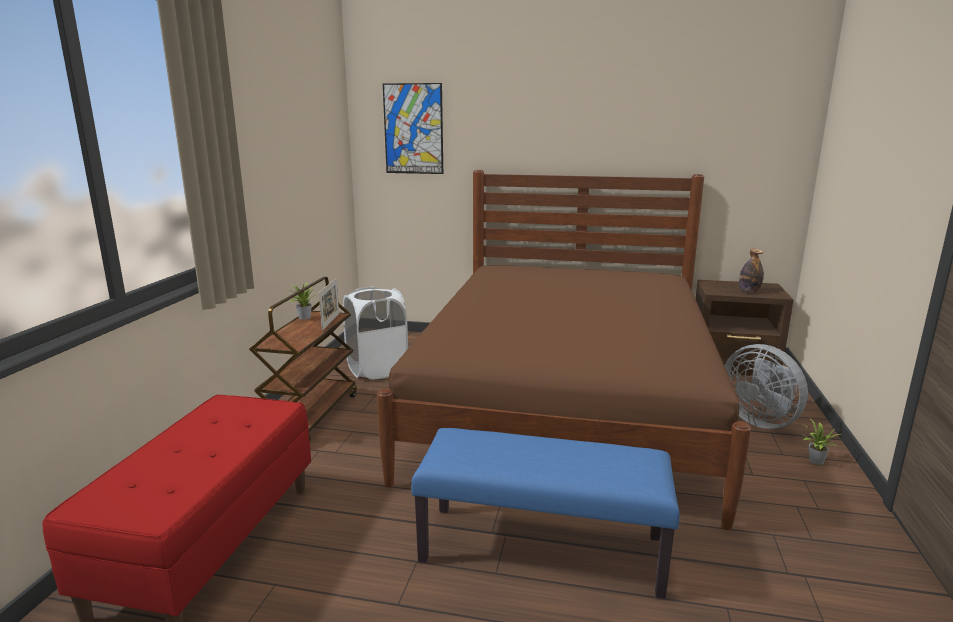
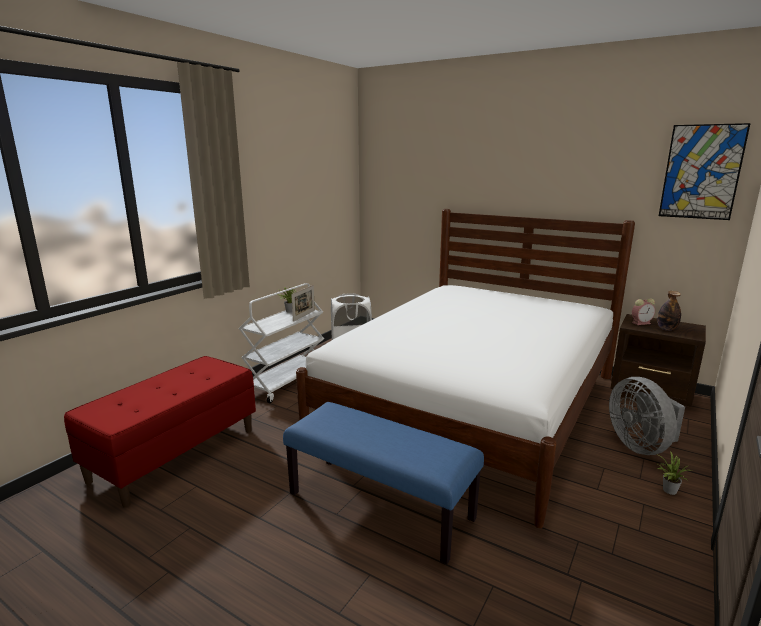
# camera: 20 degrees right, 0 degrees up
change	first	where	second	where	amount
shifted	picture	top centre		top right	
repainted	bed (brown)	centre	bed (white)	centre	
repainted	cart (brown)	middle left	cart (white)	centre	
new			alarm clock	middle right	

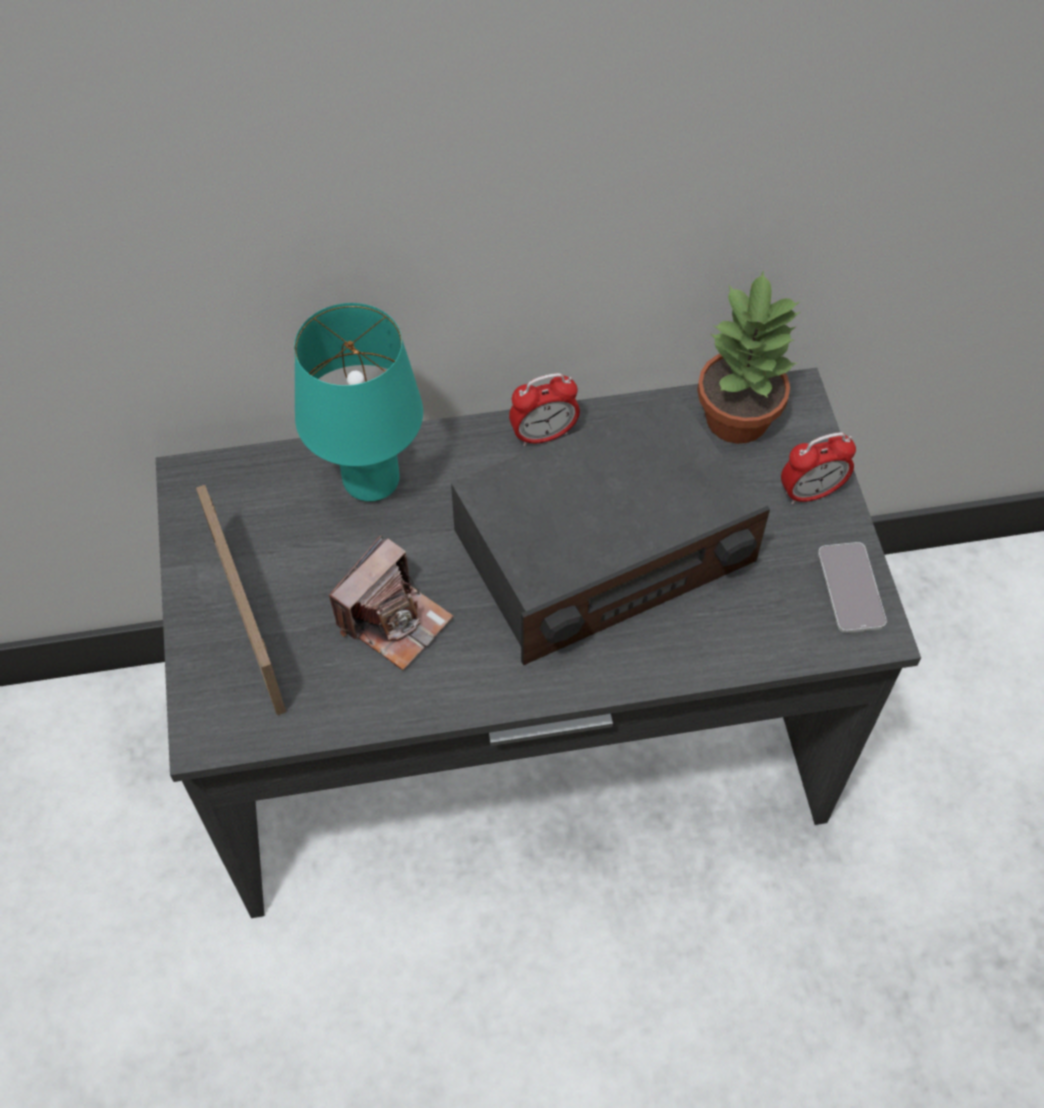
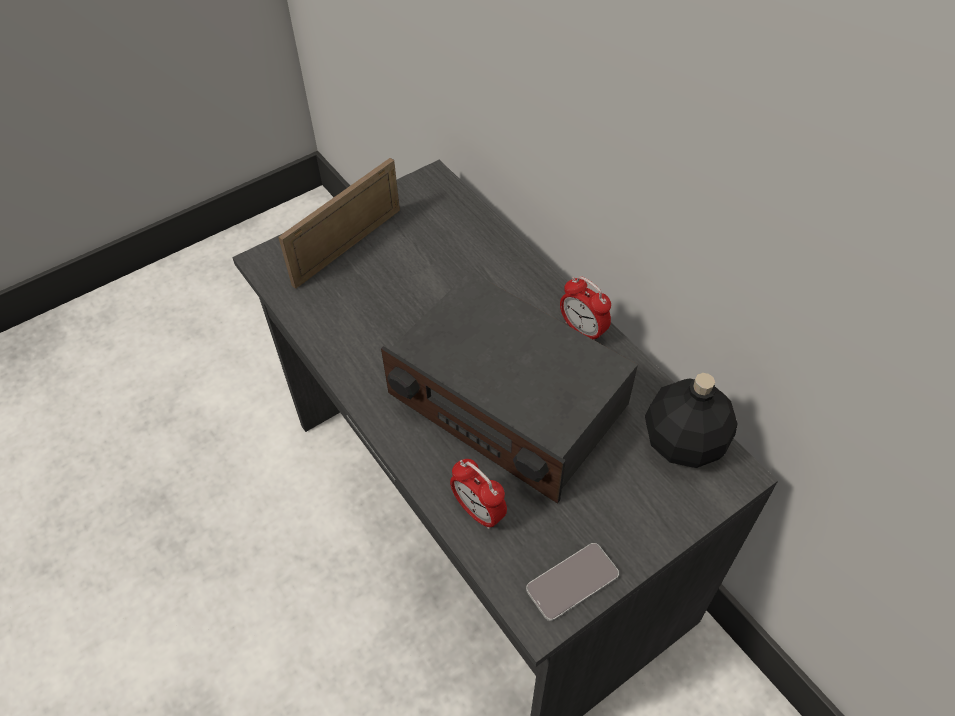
# camera: 65 degrees right, 5 degrees down
change	first	where	second	where	amount
swapped	potted plant	top right	bottle (black)	middle right	
gone	table lamp (turquoise)	centre			
shifted	alarm clock (no. 2 from left in the first image)	middle right	alarm clock (no. 1 from left)	bottom centre	
gone	photo camera	centre			

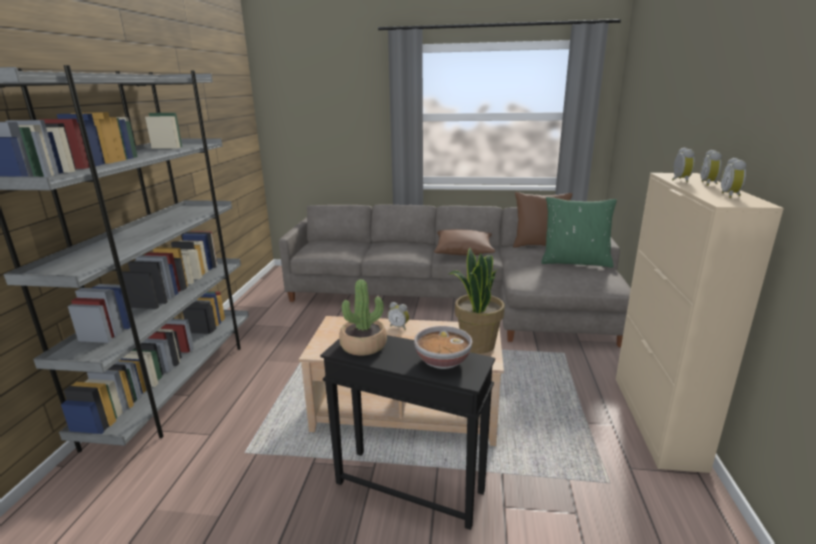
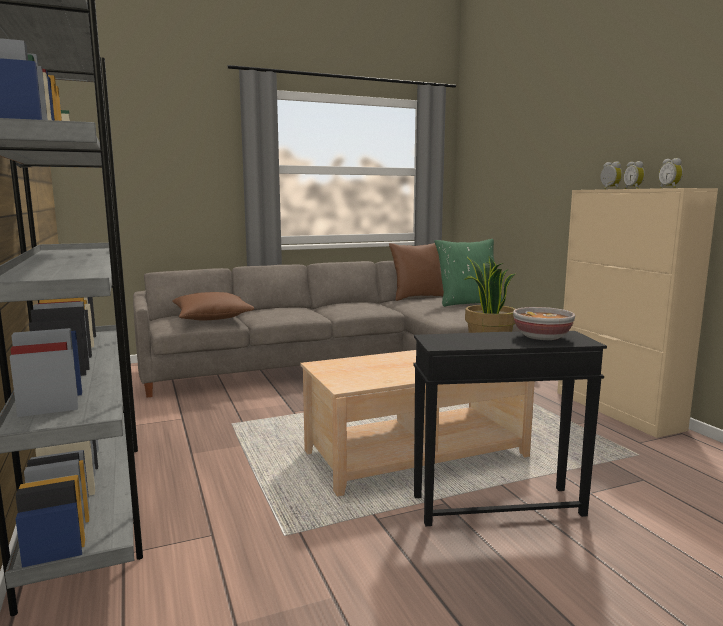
# camera: 30 degrees left, 10 degrees down
change	first	where	second	where	amount
shifted	pillow (brown) (no. 1 from left)	centre		middle left	
gone	potted plant (no. 1 from left)	centre			
gone	alarm clock (no. 1 from left)	centre			

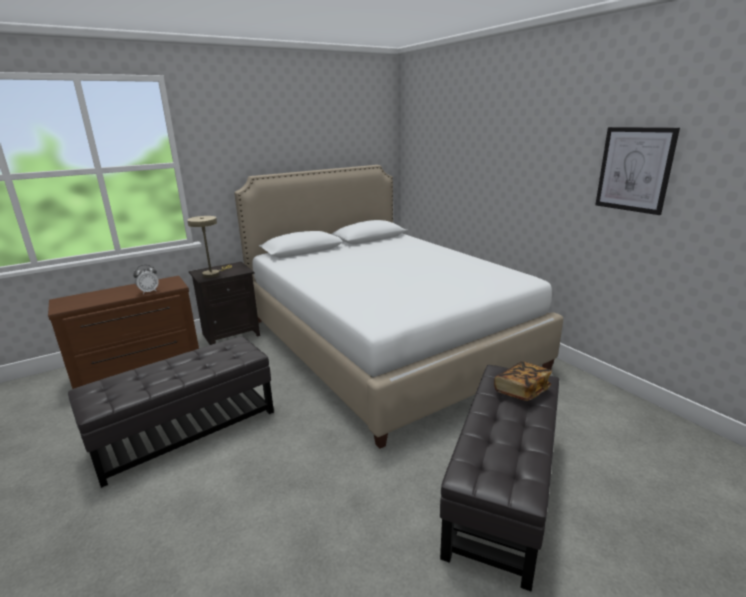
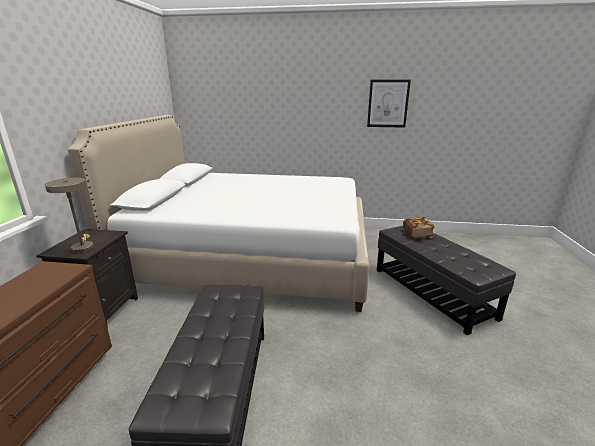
# camera: 50 degrees left, 0 degrees up
change	first	where	second	where	amount
gone	alarm clock	middle left			

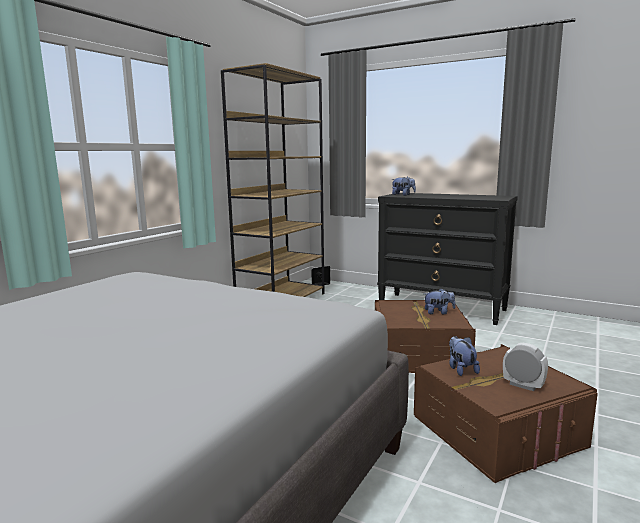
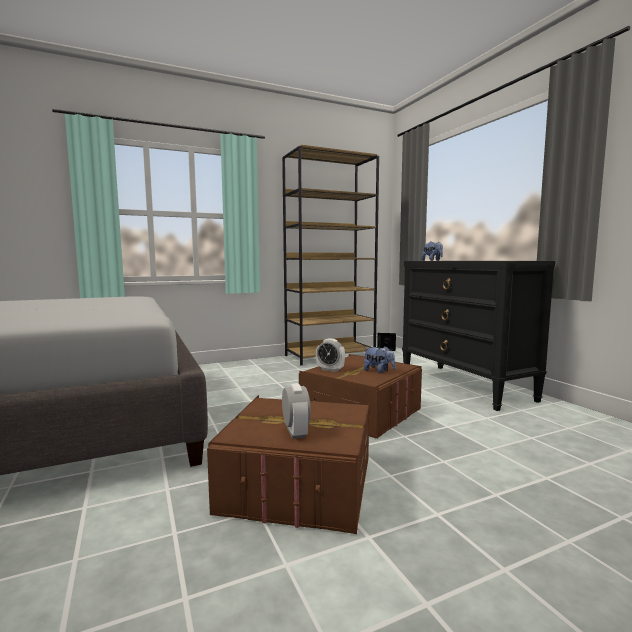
# camera: 35 degrees right, 5 degrees down
change	first	where	second	where	amount
gone	plush toy (no. 3 from left)	bottom right			
new			alarm clock (no. 2 from left)	centre	

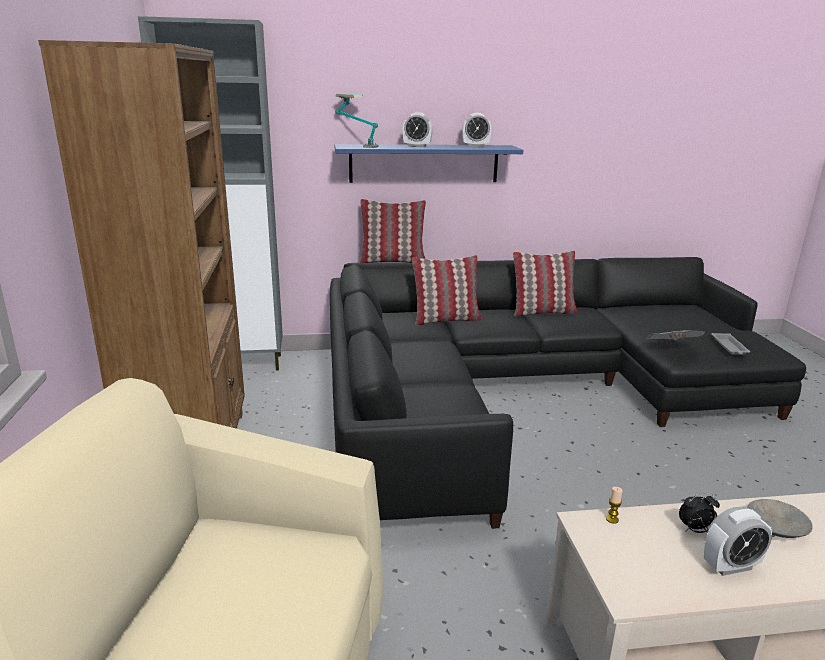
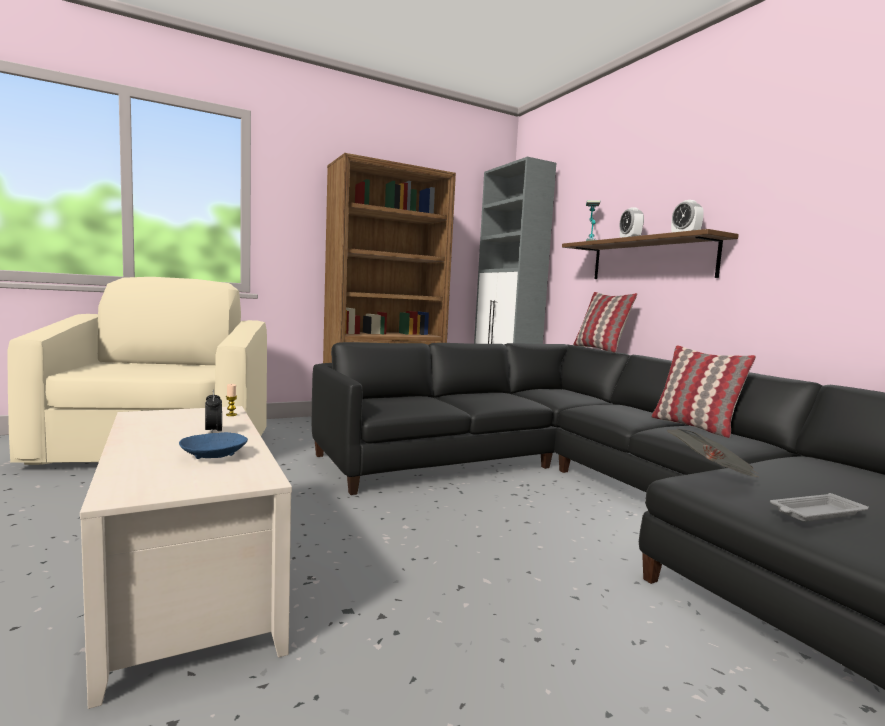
# camera: 70 degrees right, 15 degrees down
change	first	where	second	where	amount
repainted	shelf (blue)	top centre	shelf (brown)	middle right	
gone	pillow (no. 2 from left)	centre			
repainted	bowl (grey)	bottom right	bowl (blue)	middle left	
gone	alarm clock (no. 4 from left)	bottom right			

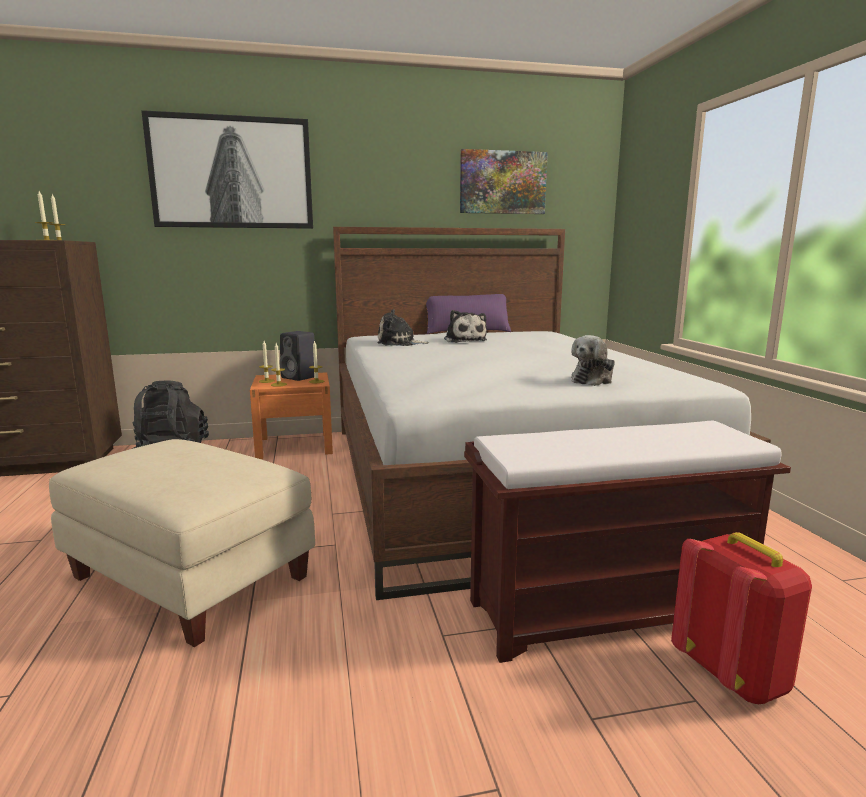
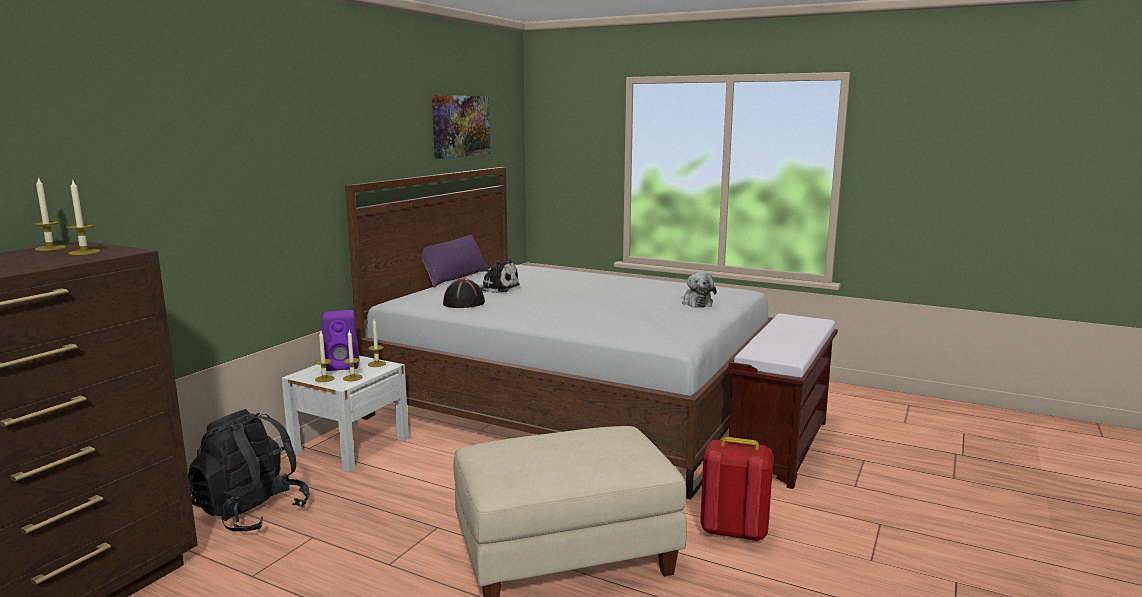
# camera: 50 degrees left, 0 degrees up
change	first	where	second	where	amount
gone	picture (no. 1 from left)	top left			
swapped	plush toy (no. 1 from left)	centre	hat (black)	centre	
repainted	speaker (black)	centre	speaker (purple)	middle left	
repainted	nightstand (orange)	centre	nightstand (white)	bottom left	
shifted	backpack (red)	bottom right		bottom centre	

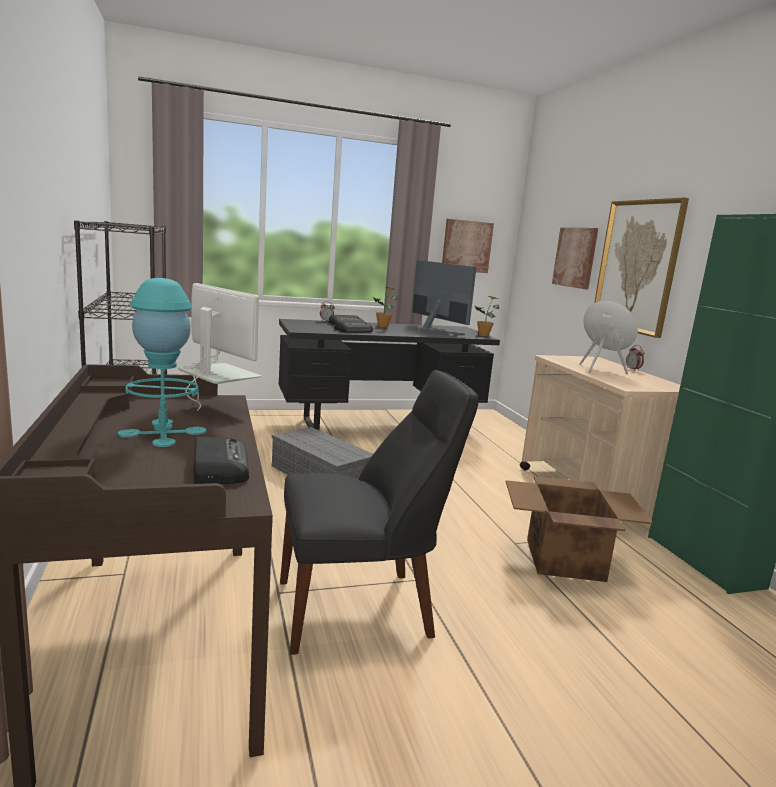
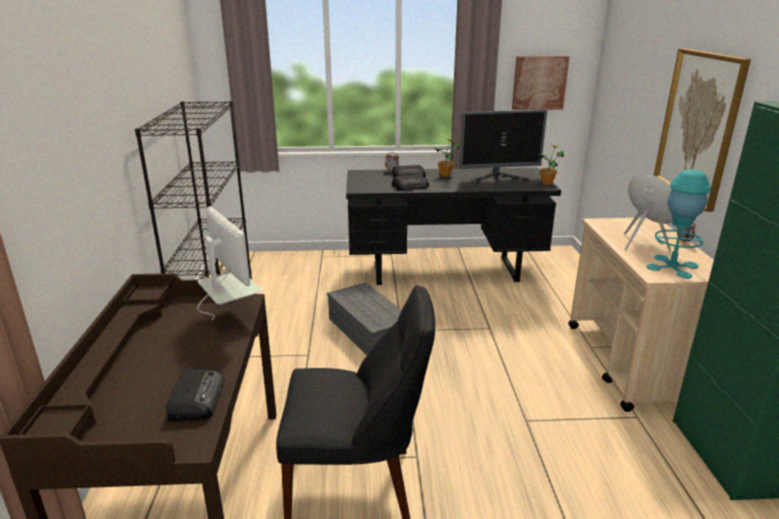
# camera: 15 degrees right, 10 degrees up
change	first	where	second	where	amount
gone	picture (no. 2 from left)	top right			
rotated	monitor (no. 2 from left)	centre		top centre	105 degrees clockwise
shifted	table lamp (turquoise)	middle left		middle right	
gone	cardboard box	bottom right			

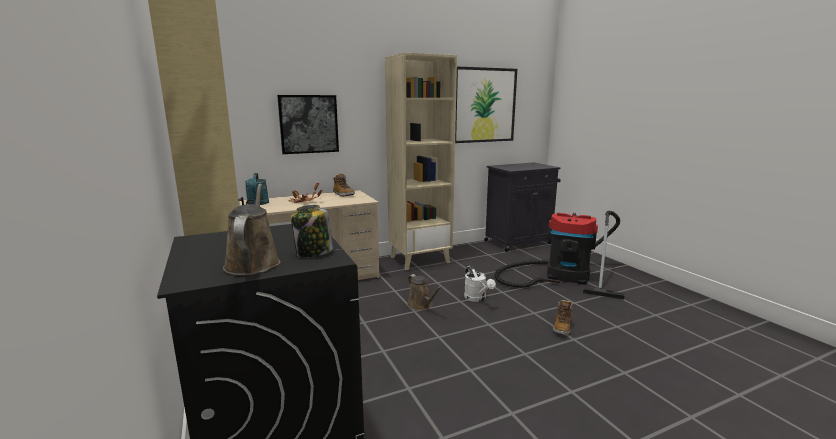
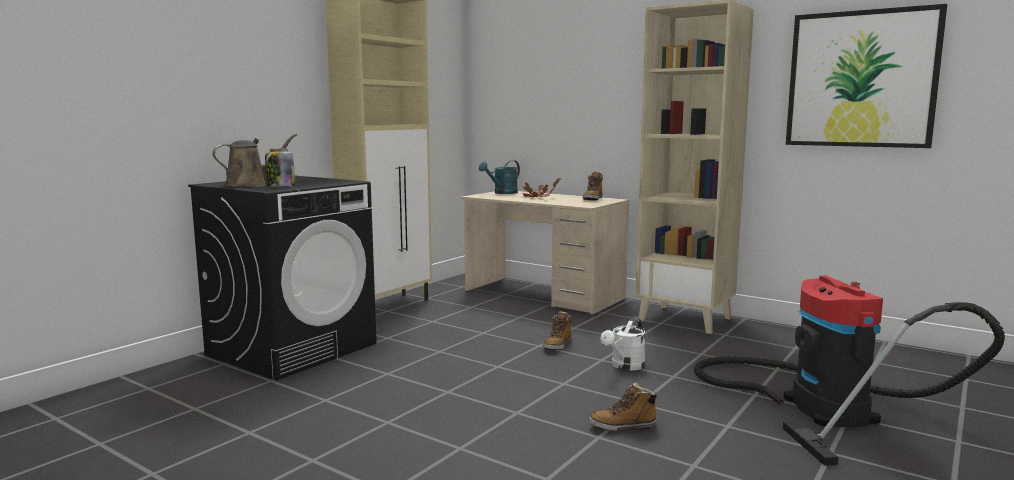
# camera: 60 degrees right, 5 degrees down
change	first	where	second	where	amount
gone	picture (no. 1 from left)	top centre			
gone	cabinet (black)	centre			
swapped	watering can (brown) (no. 2 from left)	centre	boot (no. 1 from left)	bottom centre	

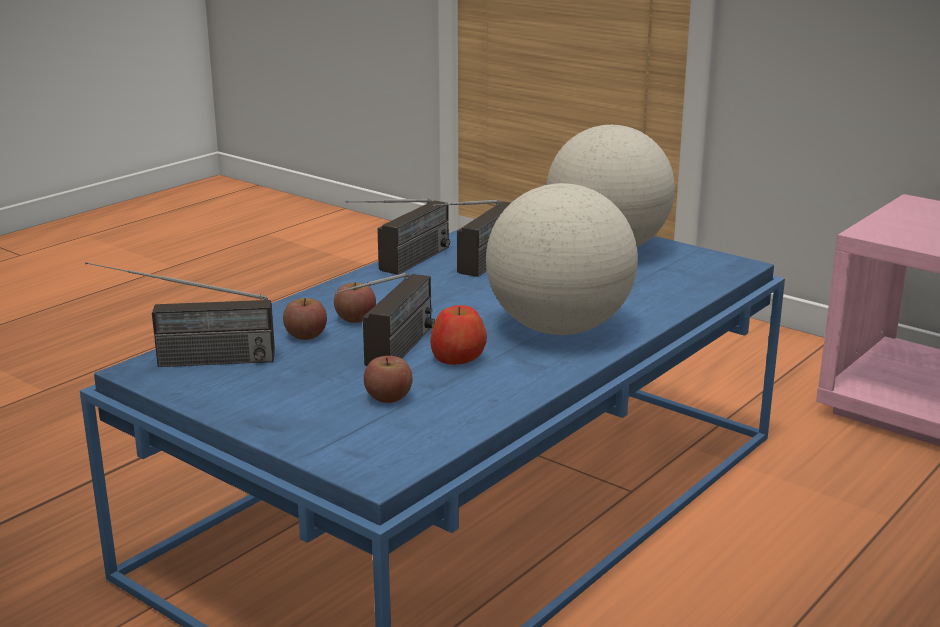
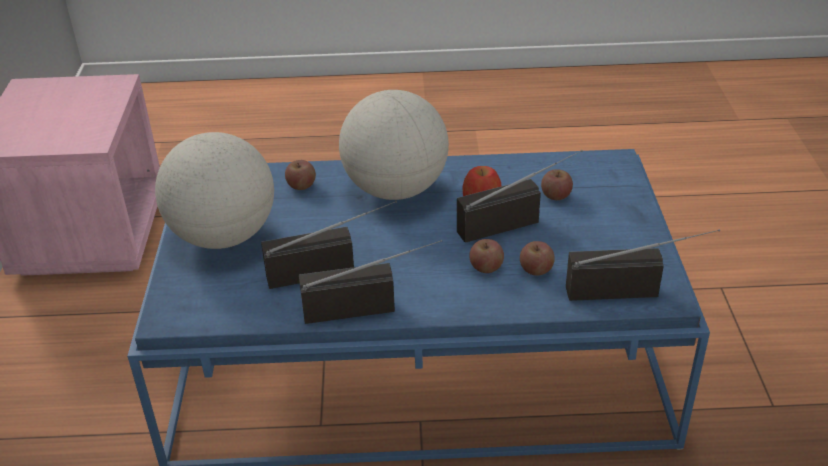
# camera: 130 degrees left, 15 degrees up
change	first	where	second	where	amount
rotated	radio (no. 1 from left in the first image)	middle left	radio (no. 4 from left)	middle right	45 degrees counterclockwise
new			apple (no. 1 from left)	centre	

